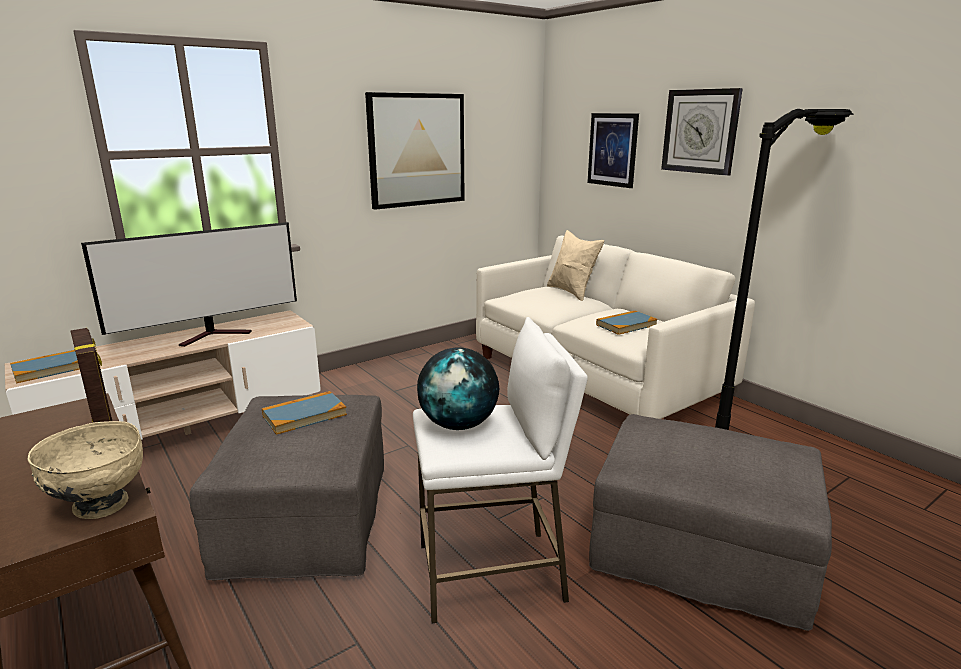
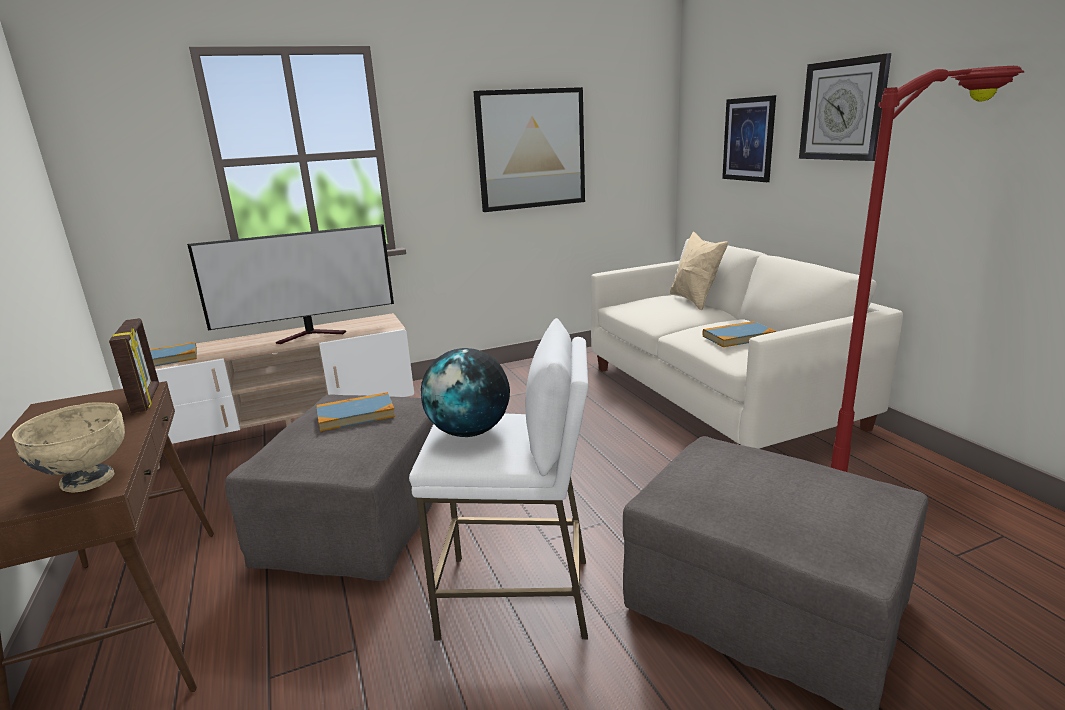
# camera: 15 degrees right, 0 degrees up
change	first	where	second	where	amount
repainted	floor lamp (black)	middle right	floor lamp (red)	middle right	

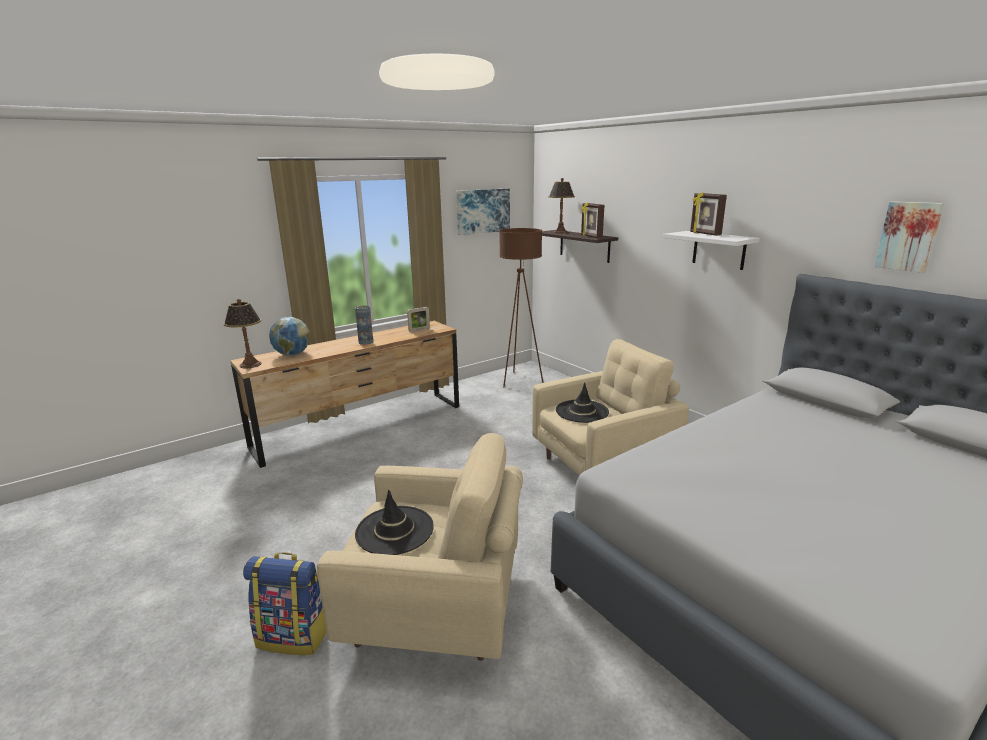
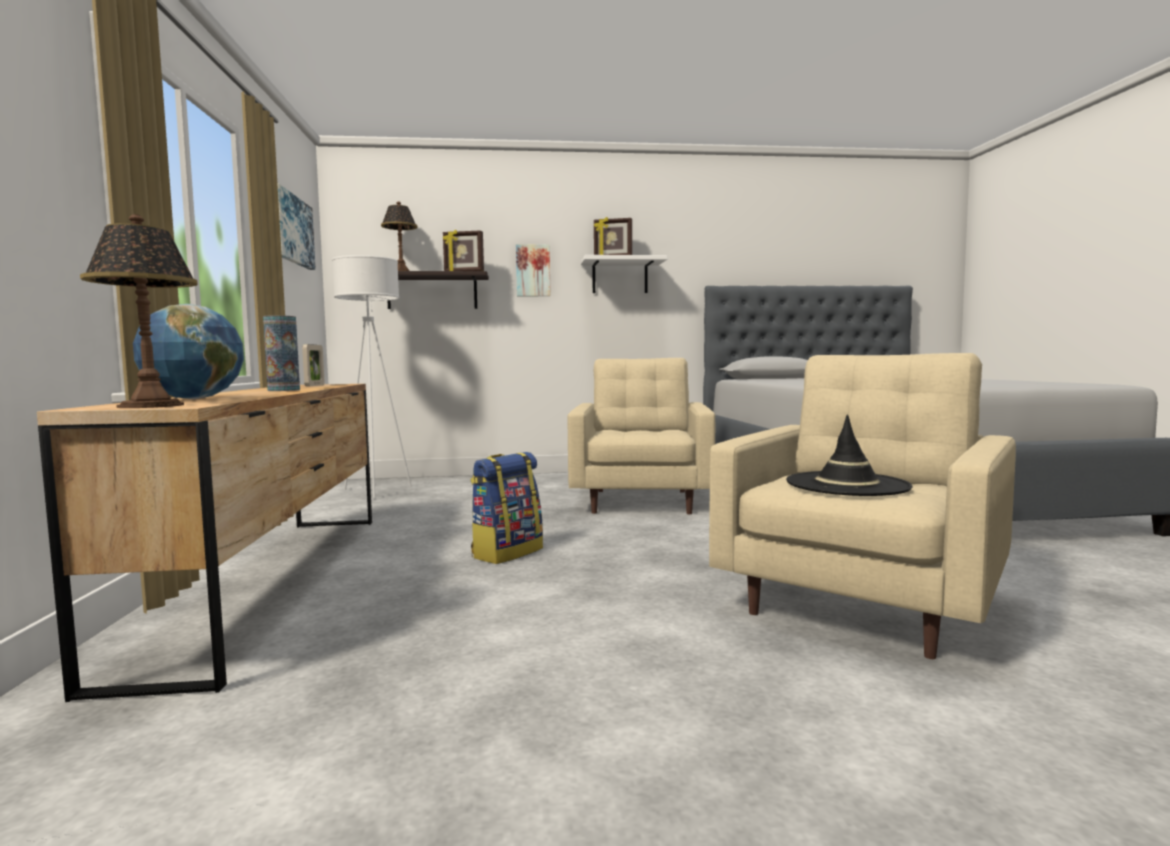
# camera: 60 degrees left, 15 degrees down
change	first	where	second	where	amount
shifted	picture (no. 2 from left)	top right		top centre	
repainted	floor lamp (brown)	centre	floor lamp (white)	middle left	
gone	hat (black) (no. 2 from left)	centre			
shifted	backpack	bottom left		centre	

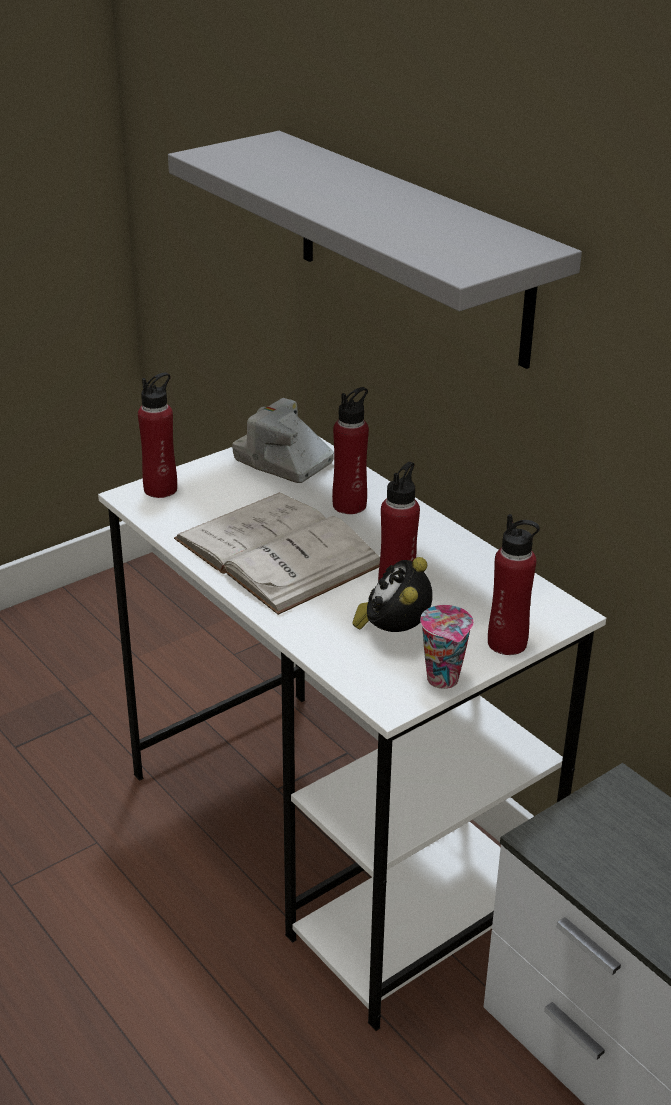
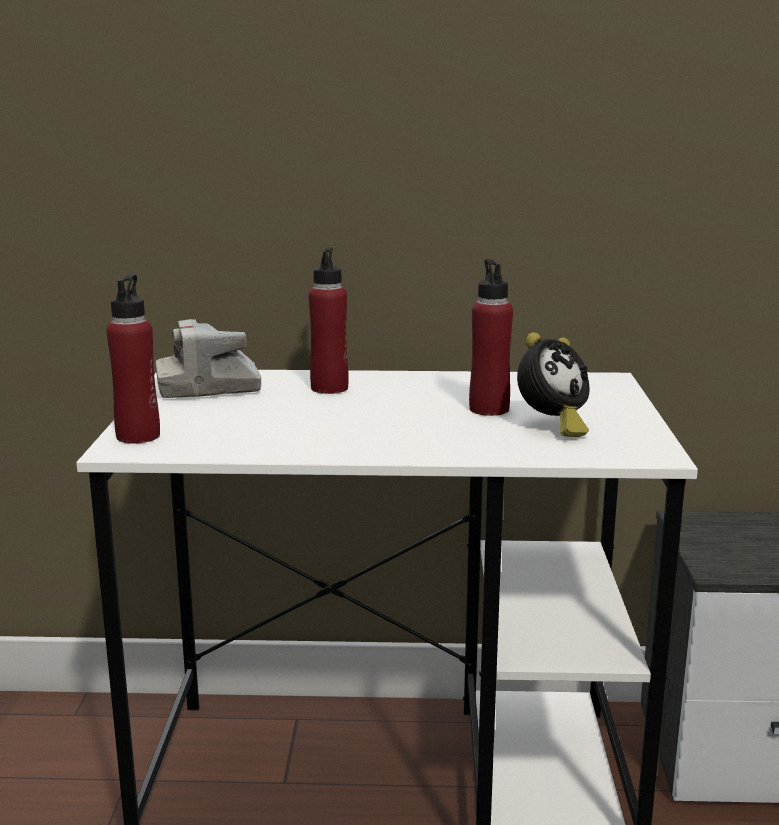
# camera: 50 degrees left, 15 degrees down
change	first	where	second	where	amount
gone	shelf (grey)	top centre			
gone	book (white)	centre			
gone	bottle (red) (no. 4 from left)	middle right			
rotated	alarm clock	centre		middle right	90 degrees counterclockwise
gone	cup	centre			

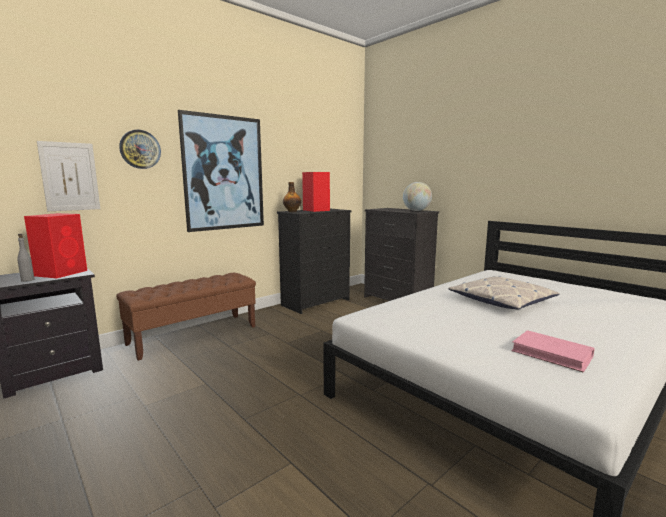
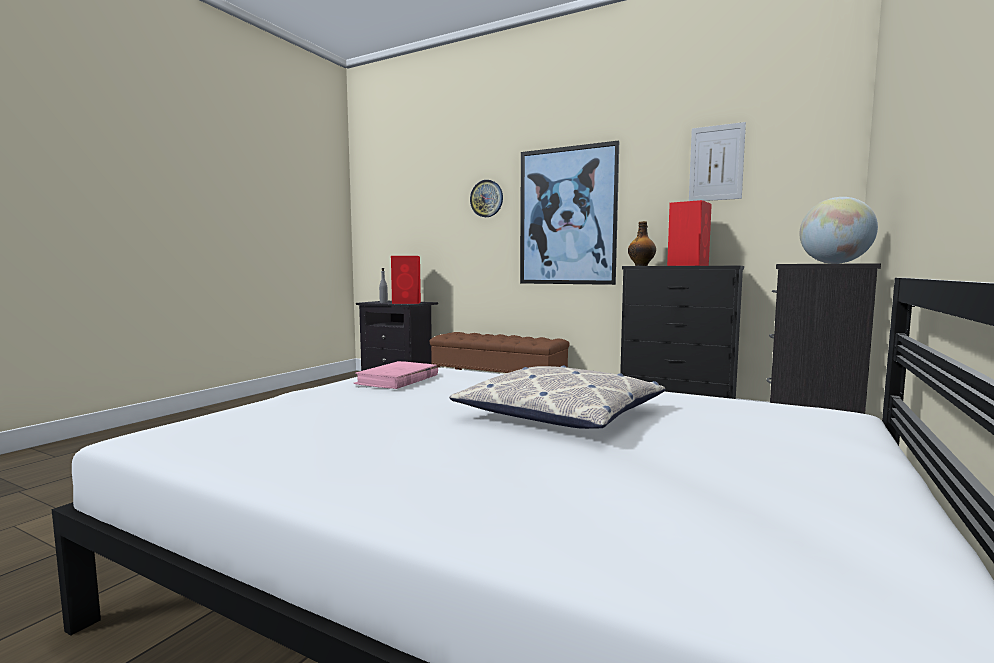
# camera: 70 degrees right, 5 degrees down
change	first	where	second	where	amount
shifted	picture (no. 1 from left in the first image)	middle left	picture (no. 2 from left)	top right	
shifted	book (pink)	bottom right		centre	

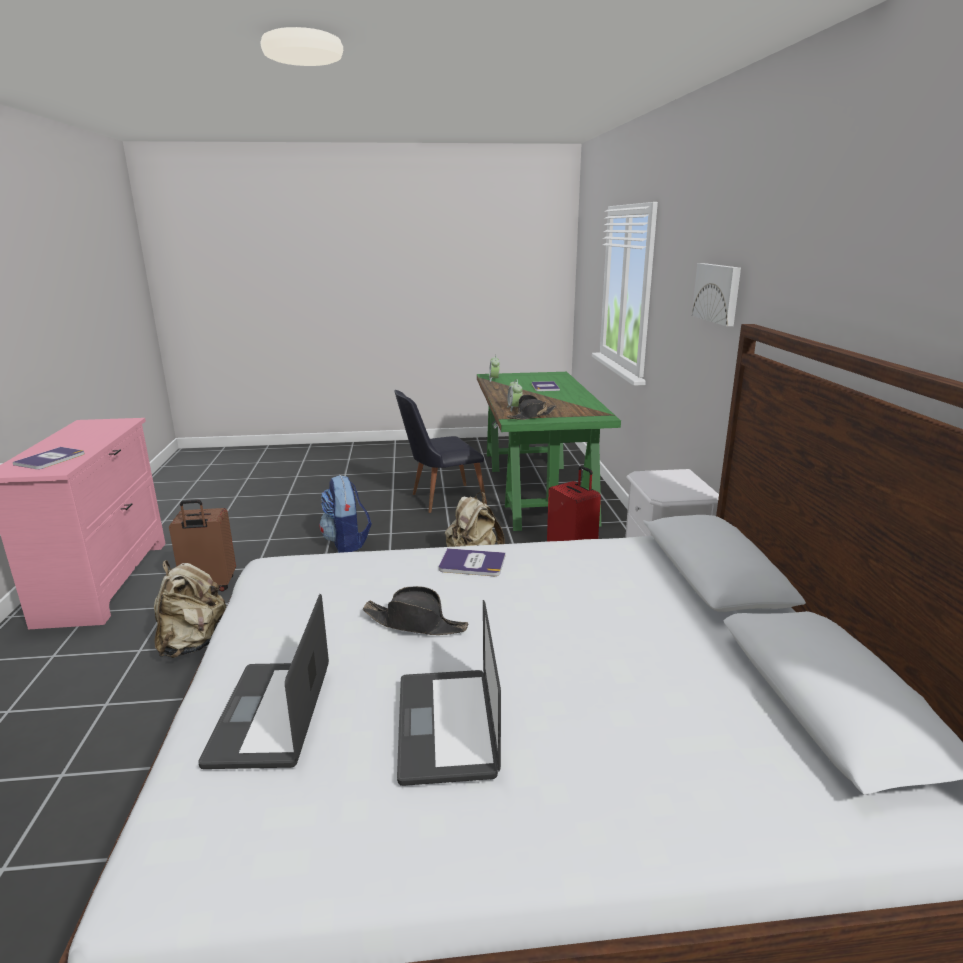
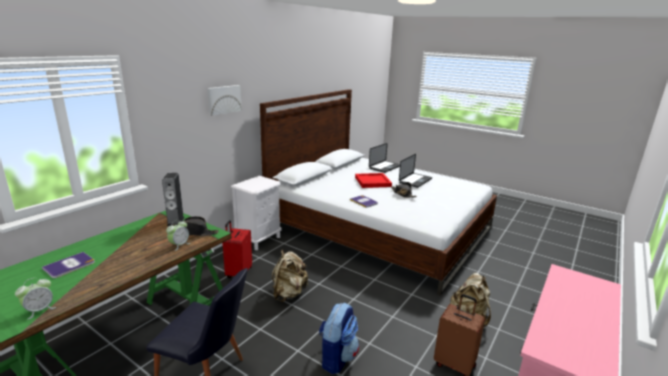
# camera: 140 degrees left, 0 degrees up
change	first	where	second	where	amount
gone	book (no. 1 from left)	middle left			
shifted	laptop (no. 1 from left)	bottom left		centre	
new			speaker	middle left	
new			tray (red)	centre	

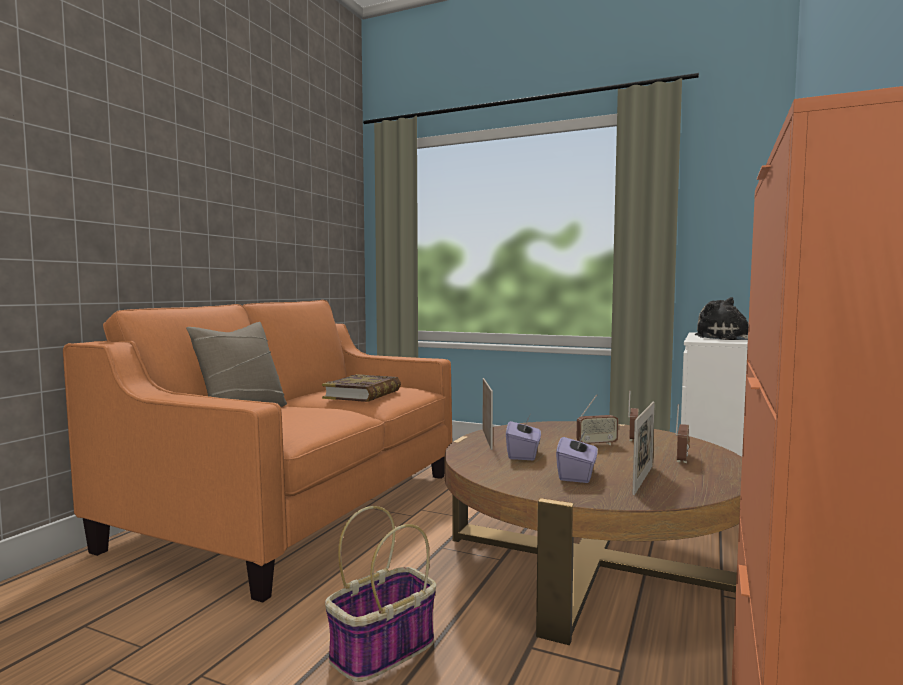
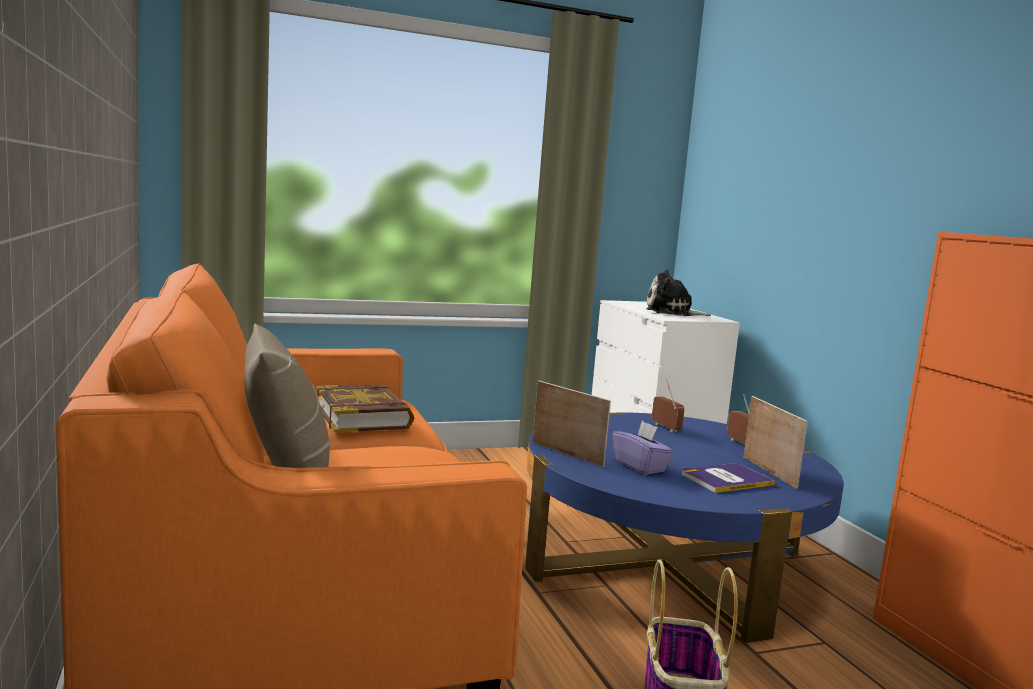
# camera: 45 degrees left, 5 degrees up
change	first	where	second	where	amount
gone	radio (no. 1 from left)	centre			
repainted	coffee table (brown)	bottom centre	coffee table (blue)	bottom centre	
swapped	tissue box (purple) (no. 2 from left)	centre	book (no. 2 from left)	bottom right	

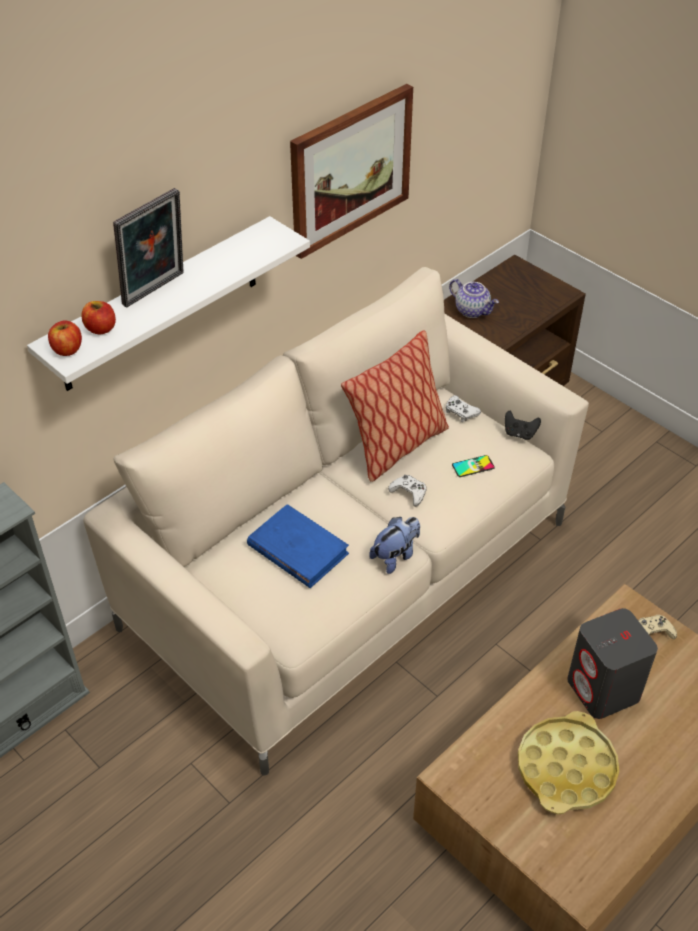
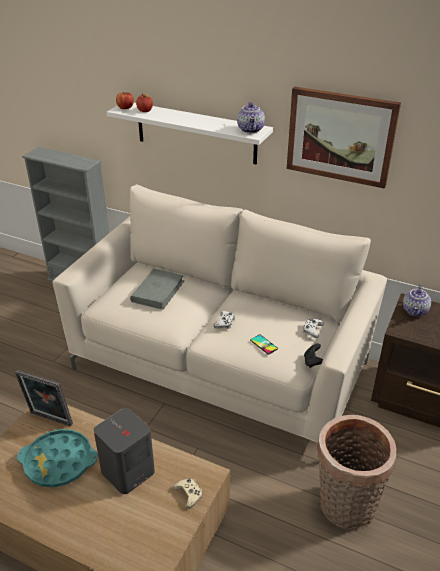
# camera: 70 degrees right, 10 degrees down
change	first	where	second	where	amount
shifted	picture frame	top left		bottom left	
gone	pillow	centre			
repainted	book (blue)	centre	book (grey)	centre	
gone	plush toy	centre			
repainted	tray (yellow)	bottom right	tray (turquoise)	bottom left	
new			teapot (no. 1 from left)	top centre	
new			basket	bottom right	

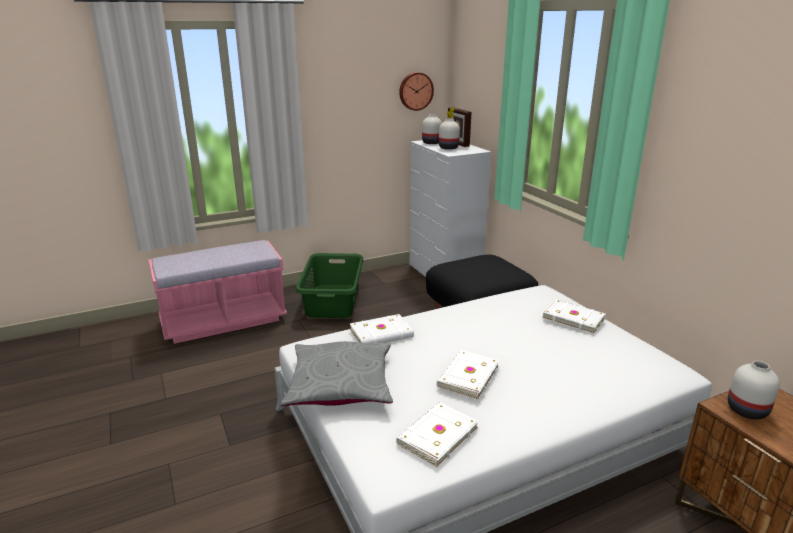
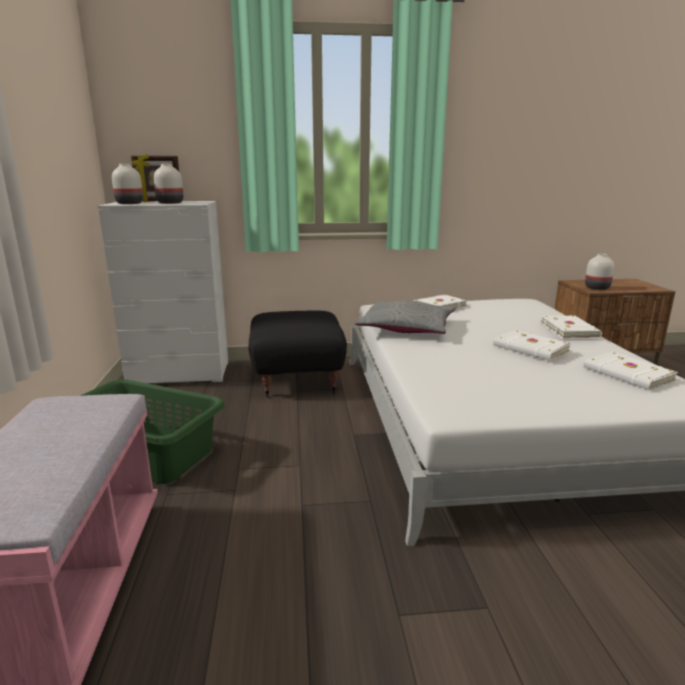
# camera: 70 degrees left, 5 degrees down
change	first	where	second	where	amount
gone	wall clock	top centre			
shifted	book (white) (no. 1 from left in the first image)	centre	book (white) (no. 3 from left)	middle right	
shifted	pillow (grey)	bottom centre		centre	

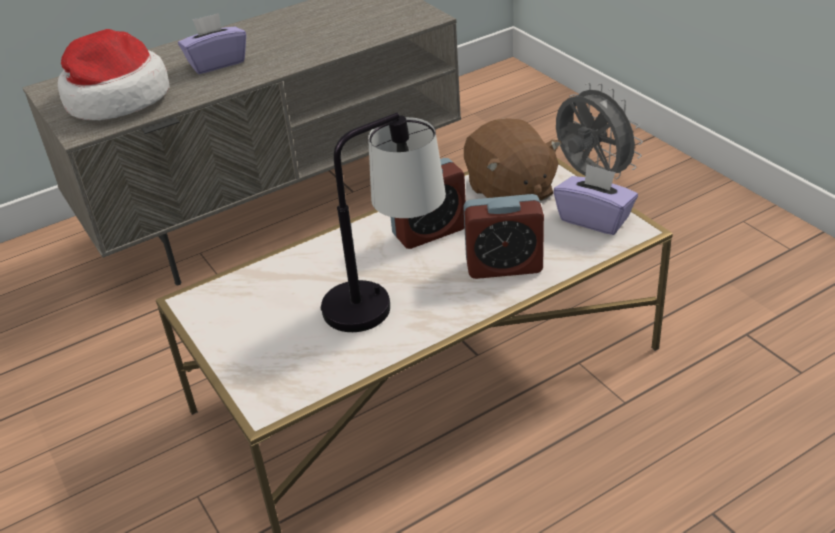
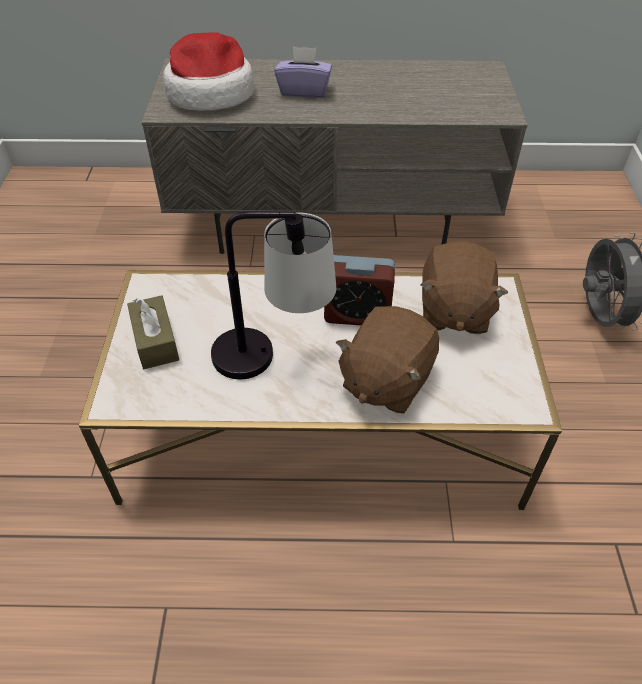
# camera: 30 degrees right, 10 degrees up
change	first	where	second	where	amount
gone	tissue box (purple) (no. 2 from left)	middle right			
swapped	alarm clock (no. 2 from left)	centre	plush toy (brown) (no. 1 from left)	centre	
new			tissue box (brown)	middle left	

